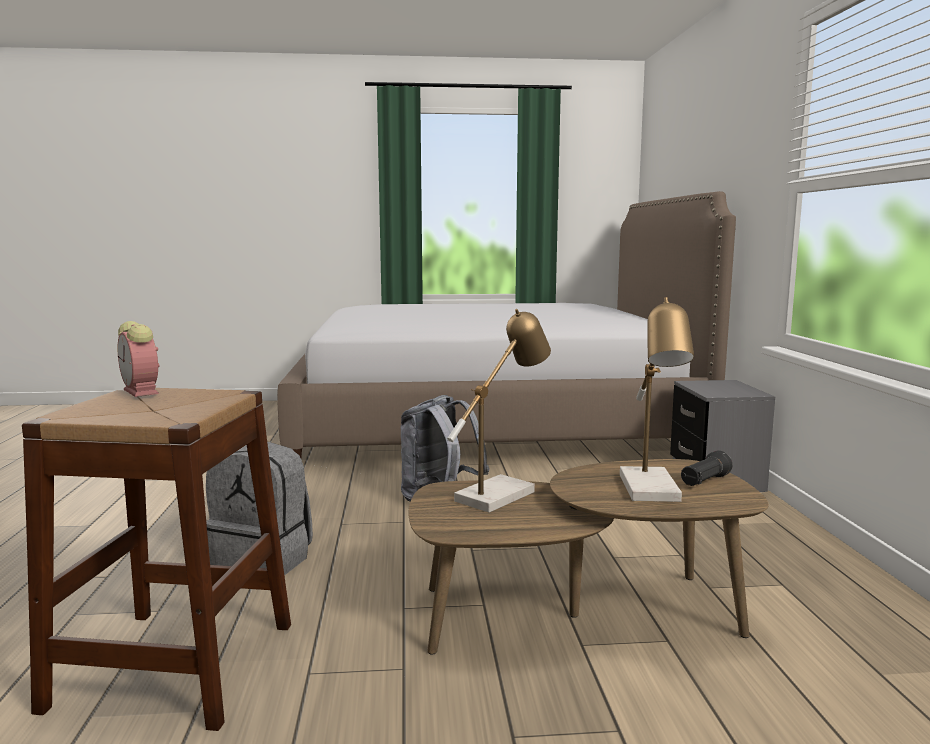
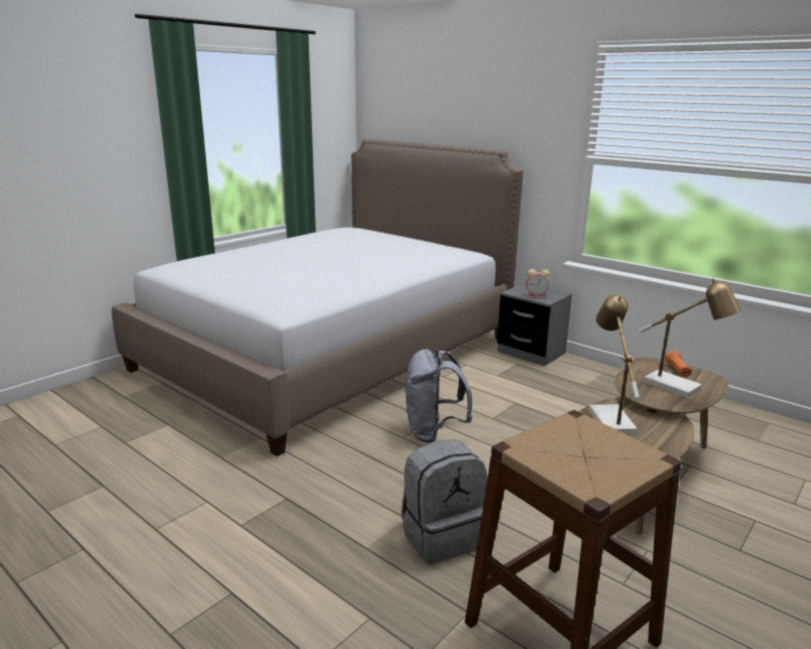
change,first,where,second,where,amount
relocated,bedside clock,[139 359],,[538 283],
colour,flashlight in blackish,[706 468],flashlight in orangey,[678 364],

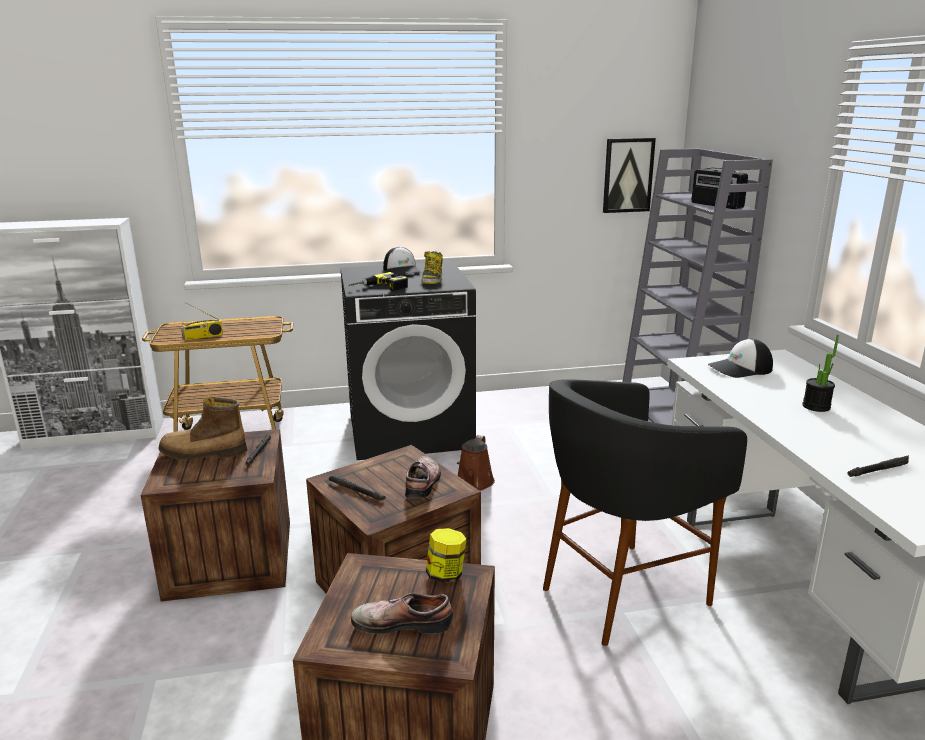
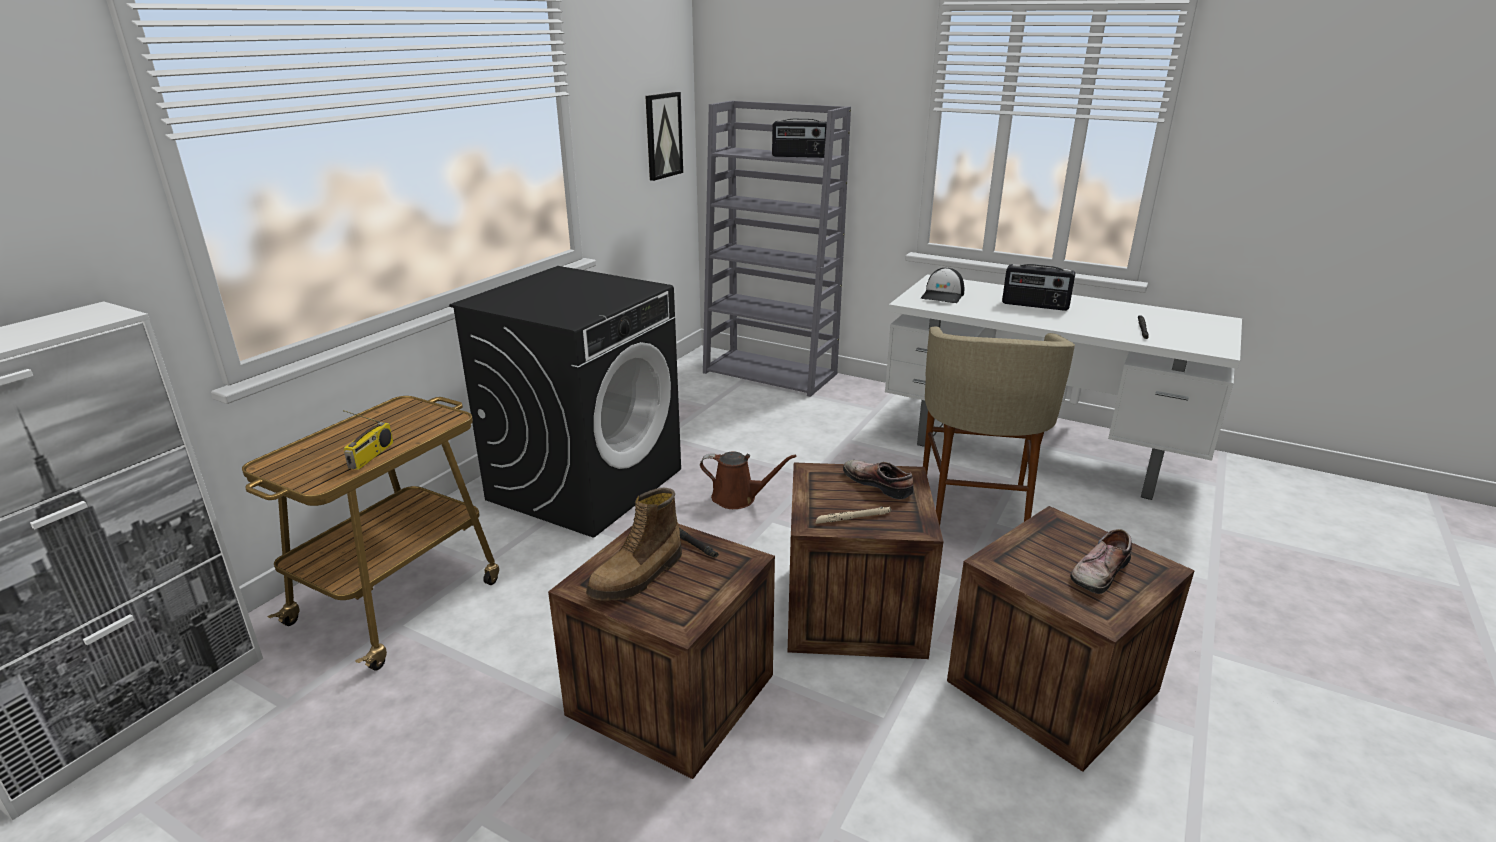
change,first,where,second,where,amount
spun,watering pot in brown,[476 463],,[748 480],45 degrees counterclockwise
colour,flashlight in blackish,[357 488],flashlight in sand-coloured,[853 515],
colour,stool seat in blackish,[645 512],stool seat in sand-coloured,[999 426],
exchanged,potted plant,[820 373],radio receiver,[1038 287],
missing,electric drill,[378 281],,,
missing,peaked cap,[402 261],,,
missing,boot,[432 267],,,
missing,jar,[446 555],,,

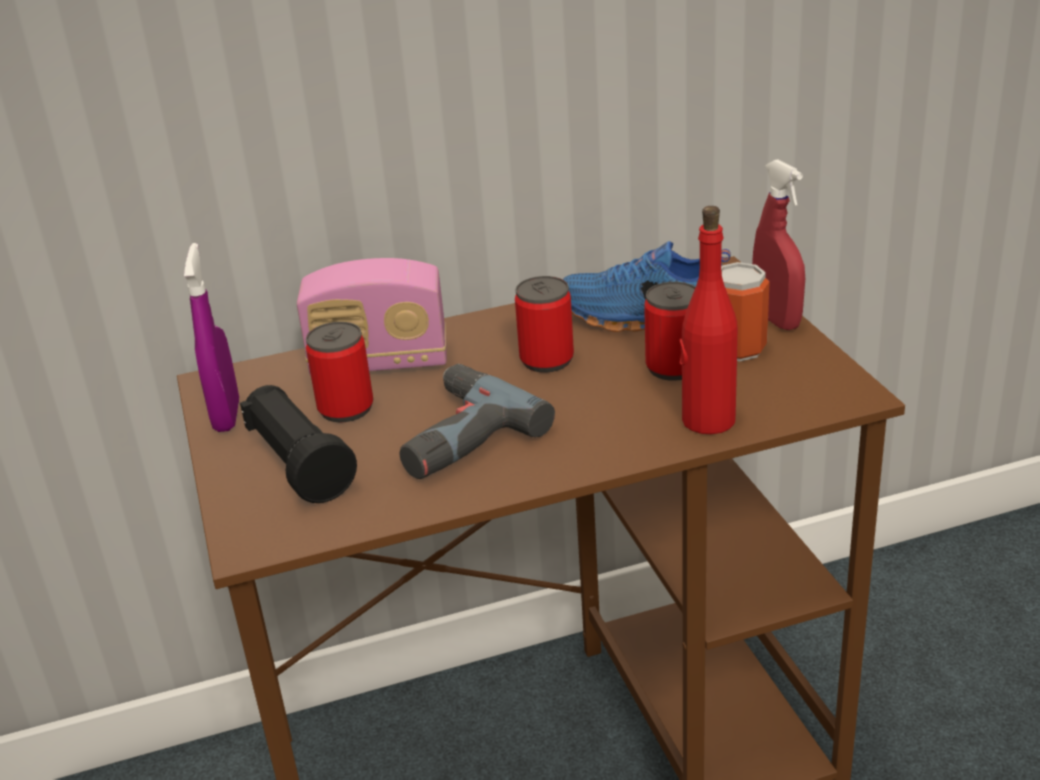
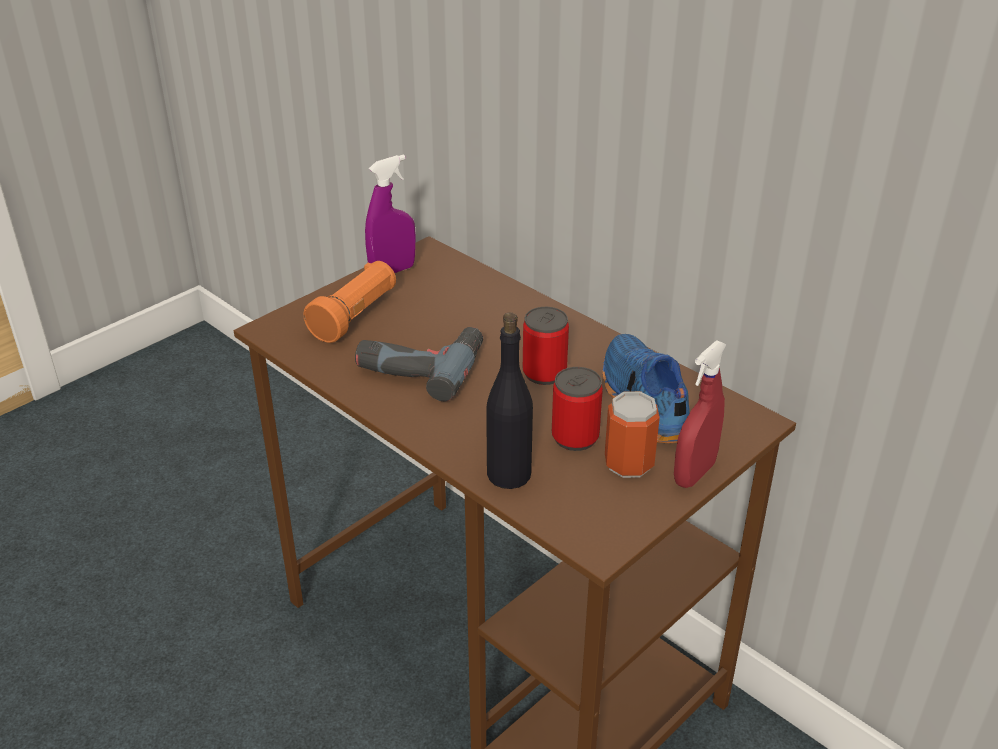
change,first,where,second,where,amount
colour,flashlight in blackish,[298 444],flashlight in orangey,[350 302],
colour,bottle in red-coloured,[709 320],bottle in blackish,[509 400],
missing,radio receiver,[372 317],,,
missing,can,[339 372],,,

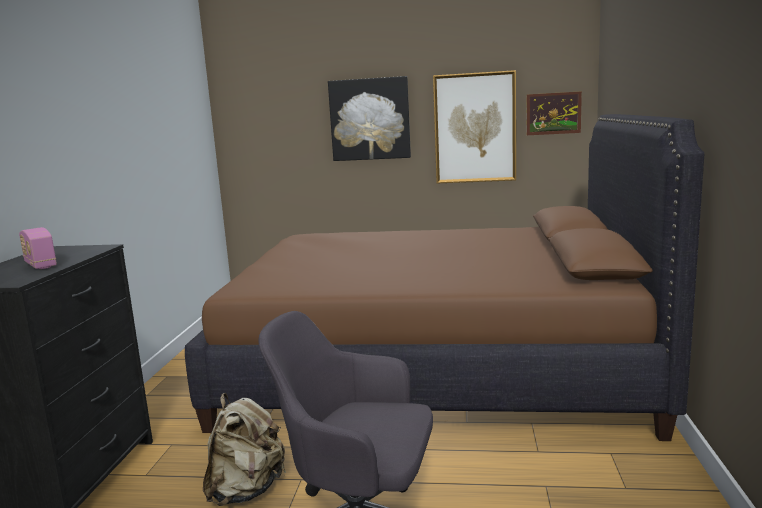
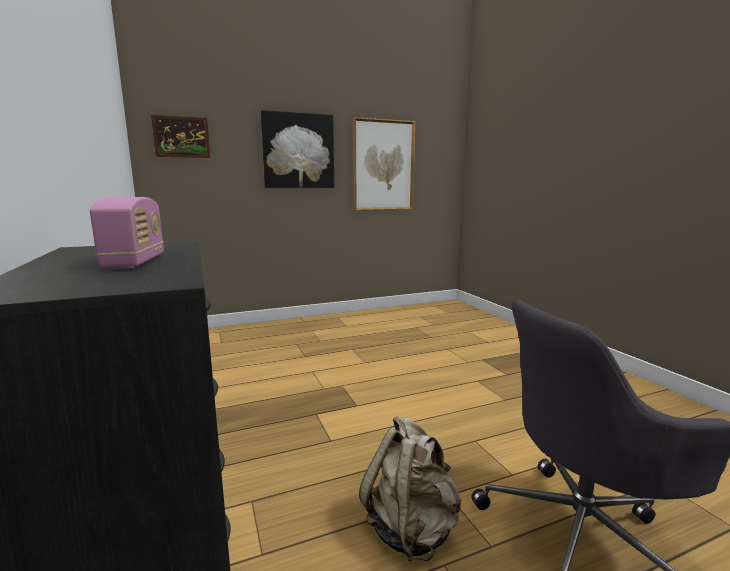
change,first,where,second,where,amount
spun,radio receiver,[38 248],,[127 233],120 degrees counterclockwise
relocated,wall art,[554 113],,[180 136],
missing,bedroom bed in brown,[444 277],,,

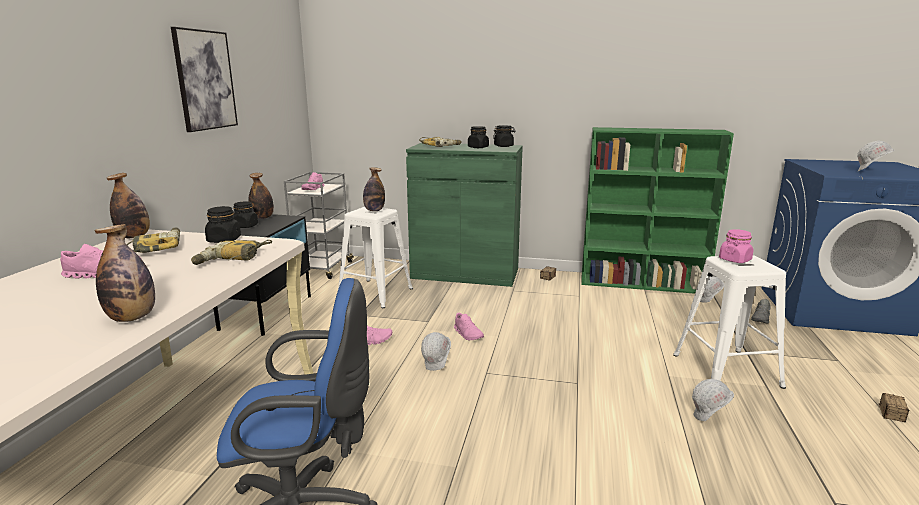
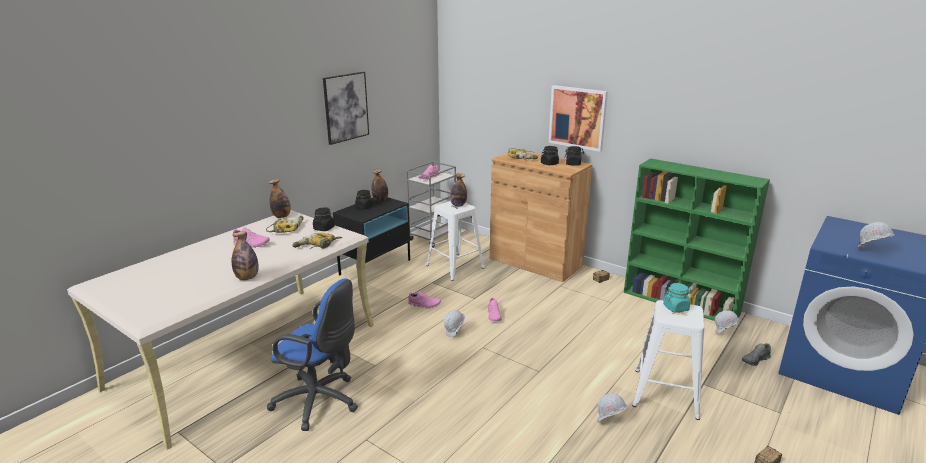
change,first,where,second,where,amount
colour,cabinet in green,[464 215],cabinet in brown,[541 217],
appeared,,,wall art,[578 118],
colour,jar in pinkish,[736 246],jar in turquoise,[677 297],

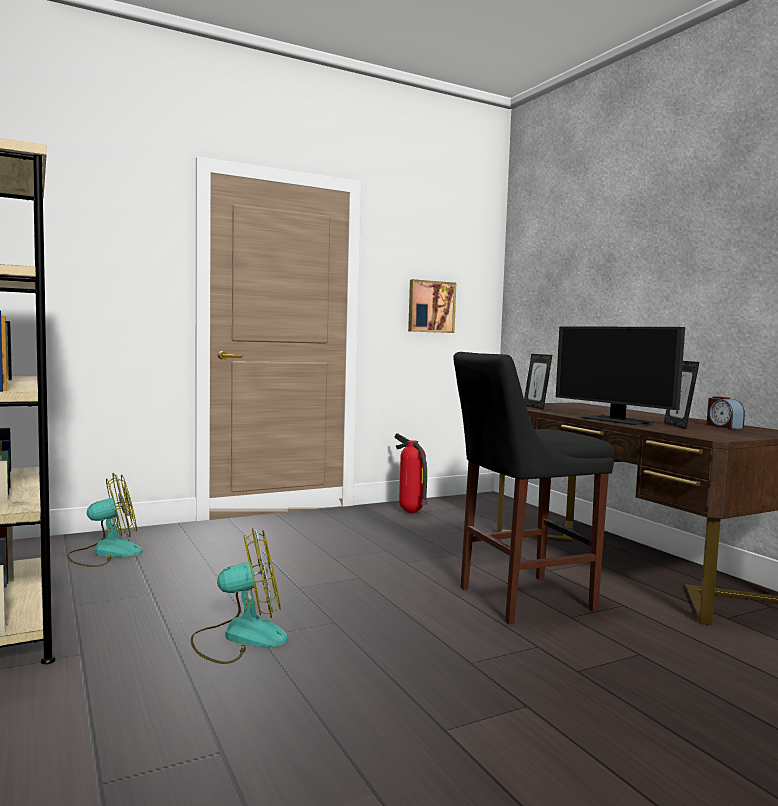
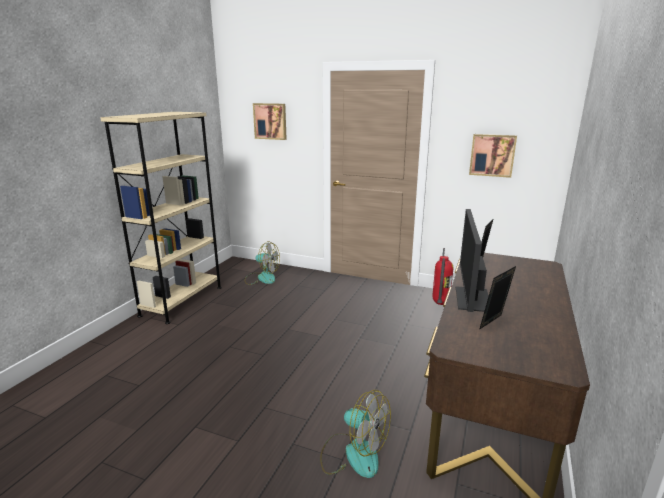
change,first,where,second,where,amount
appeared,,,wall art,[270 121],
relocated,fan,[239 596],,[355 434],
missing,stool seat in blackish,[533 488],,,
missing,bedside clock,[726 412],,,

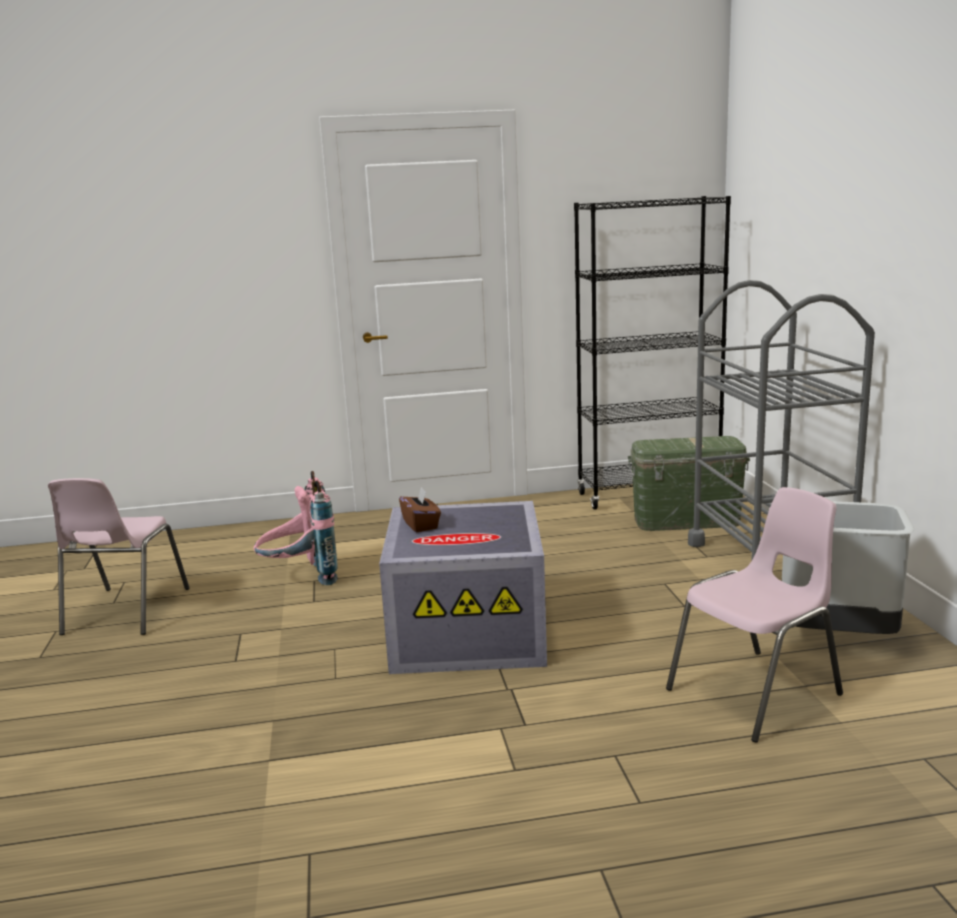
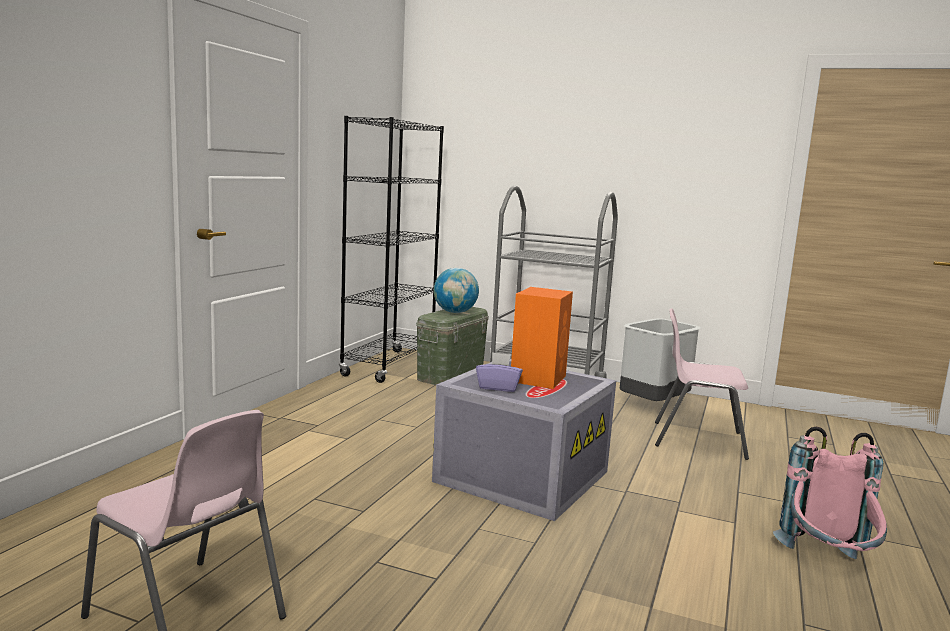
change,first,where,second,where,amount
appeared,,,world globe,[456 290],
colour,tissue box in brown,[420 509],tissue box in purplish,[499 372],
appeared,,,audio speaker in orangey,[542 338],
spun,plain chair in pinkish,[754 615],,[702 384],75 degrees counterclockwise
relocated,knapsack in pinkish,[295 528],,[830 492],

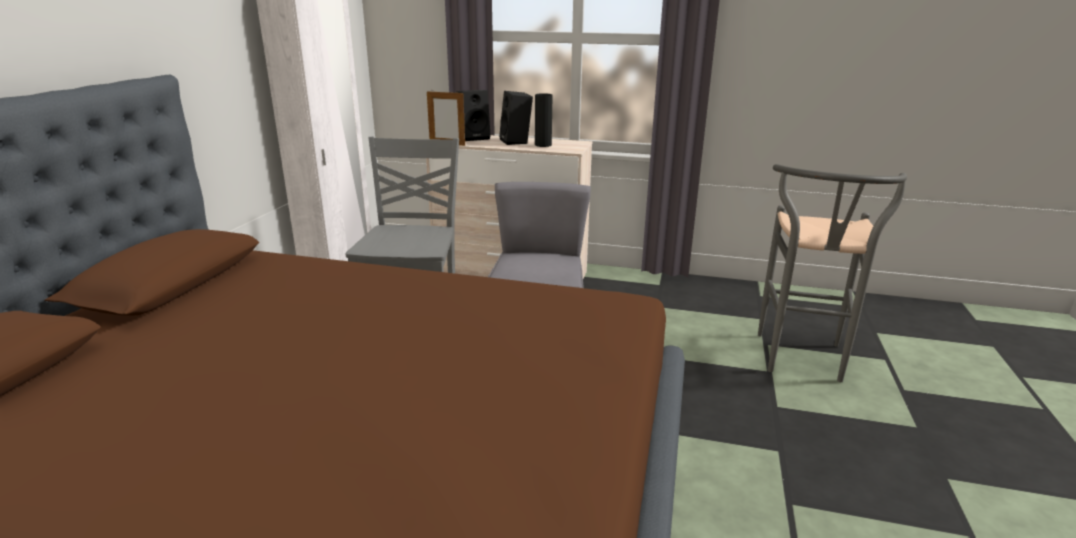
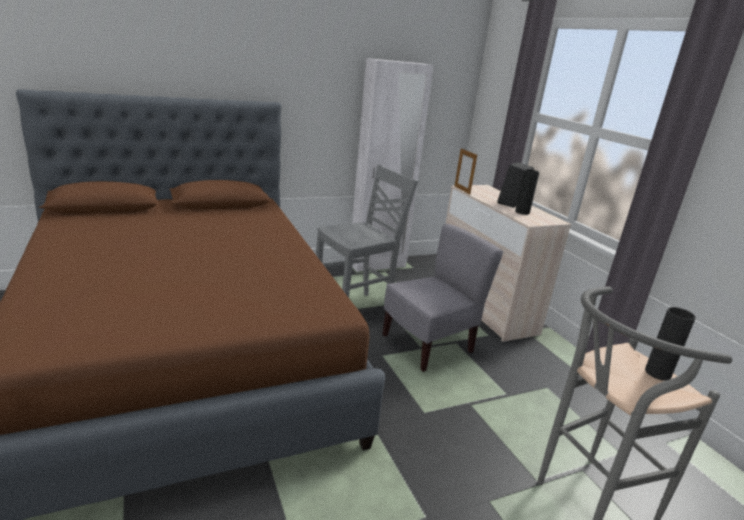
change,first,where,second,where,amount
appeared,,,decorative vase in blackish,[670 344],
missing,audio speaker in blackish,[473 115],,,

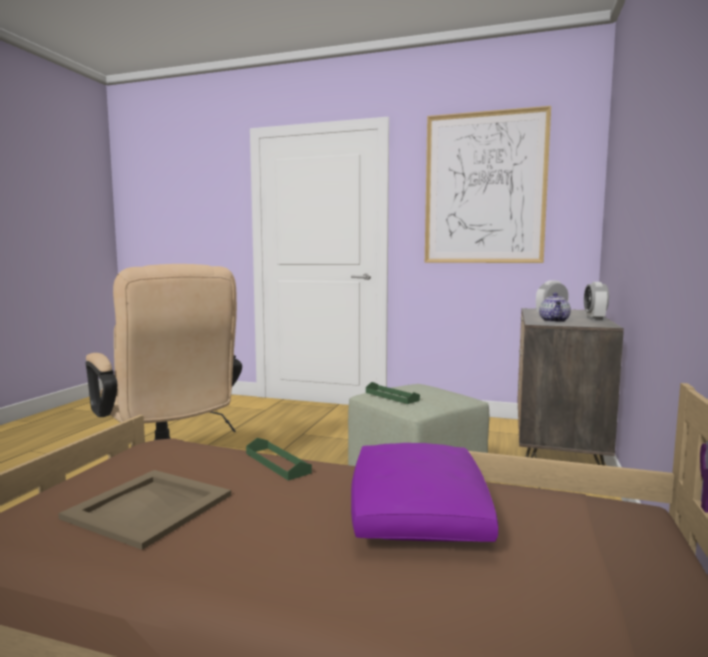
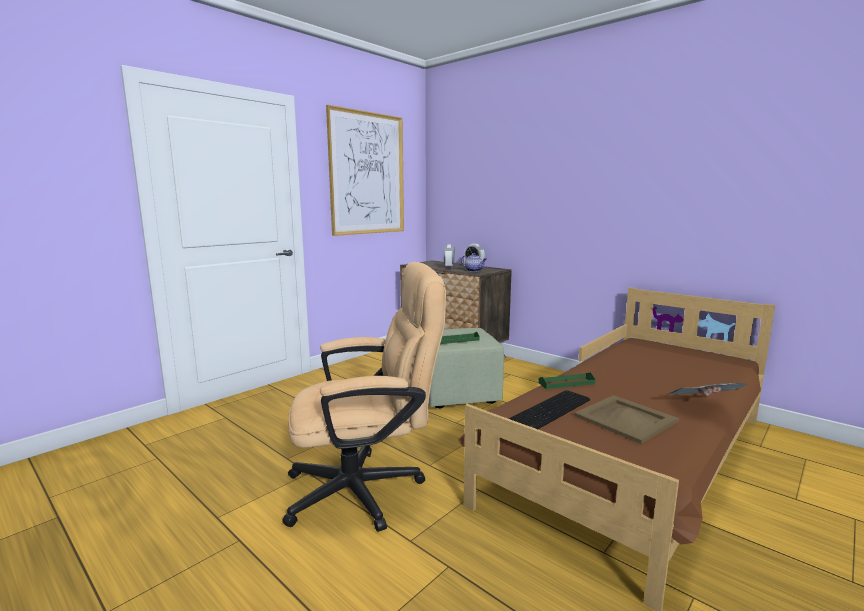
change,first,where,second,where,amount
appeared,,,keyboard,[549 409],
appeared,,,newspaper,[708 389],
missing,pillow in purplish,[424 492],,,

